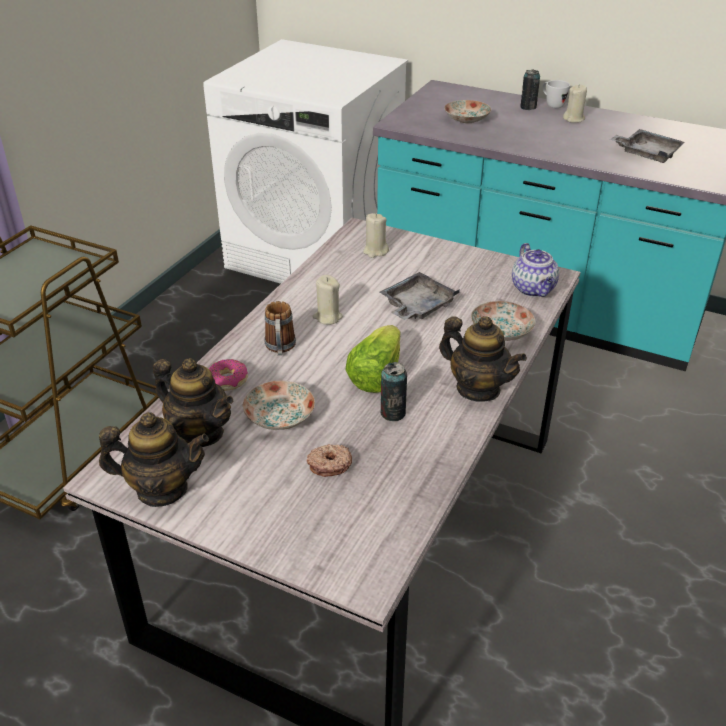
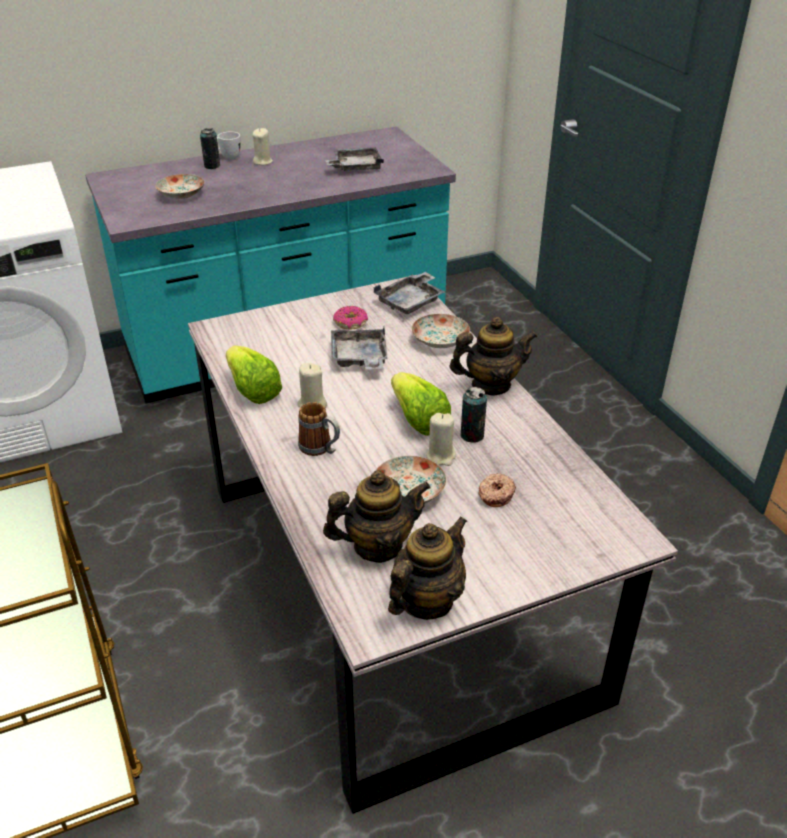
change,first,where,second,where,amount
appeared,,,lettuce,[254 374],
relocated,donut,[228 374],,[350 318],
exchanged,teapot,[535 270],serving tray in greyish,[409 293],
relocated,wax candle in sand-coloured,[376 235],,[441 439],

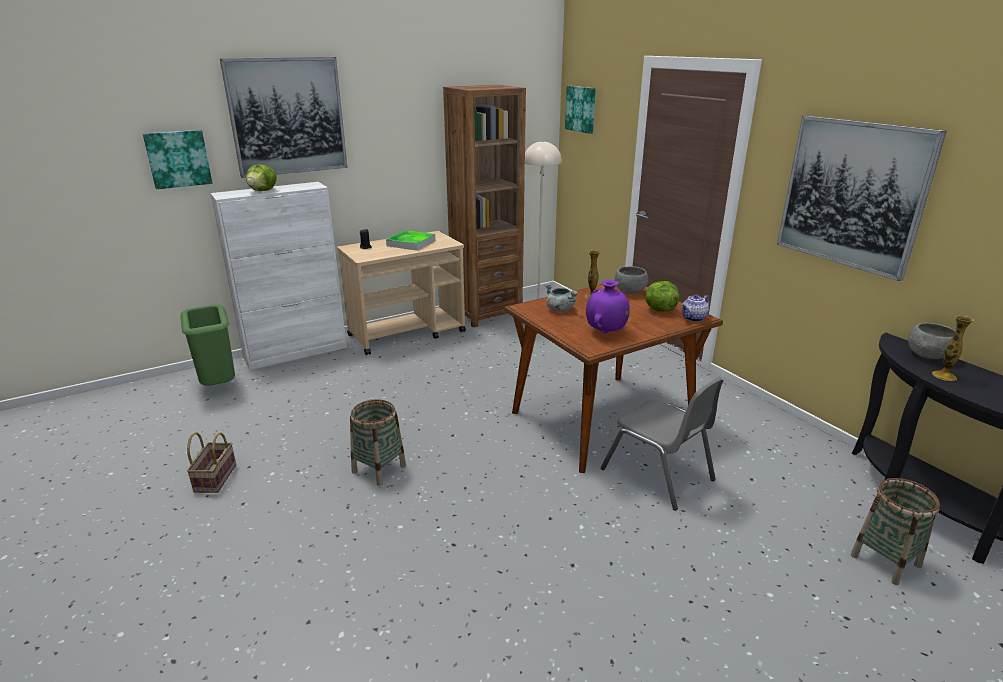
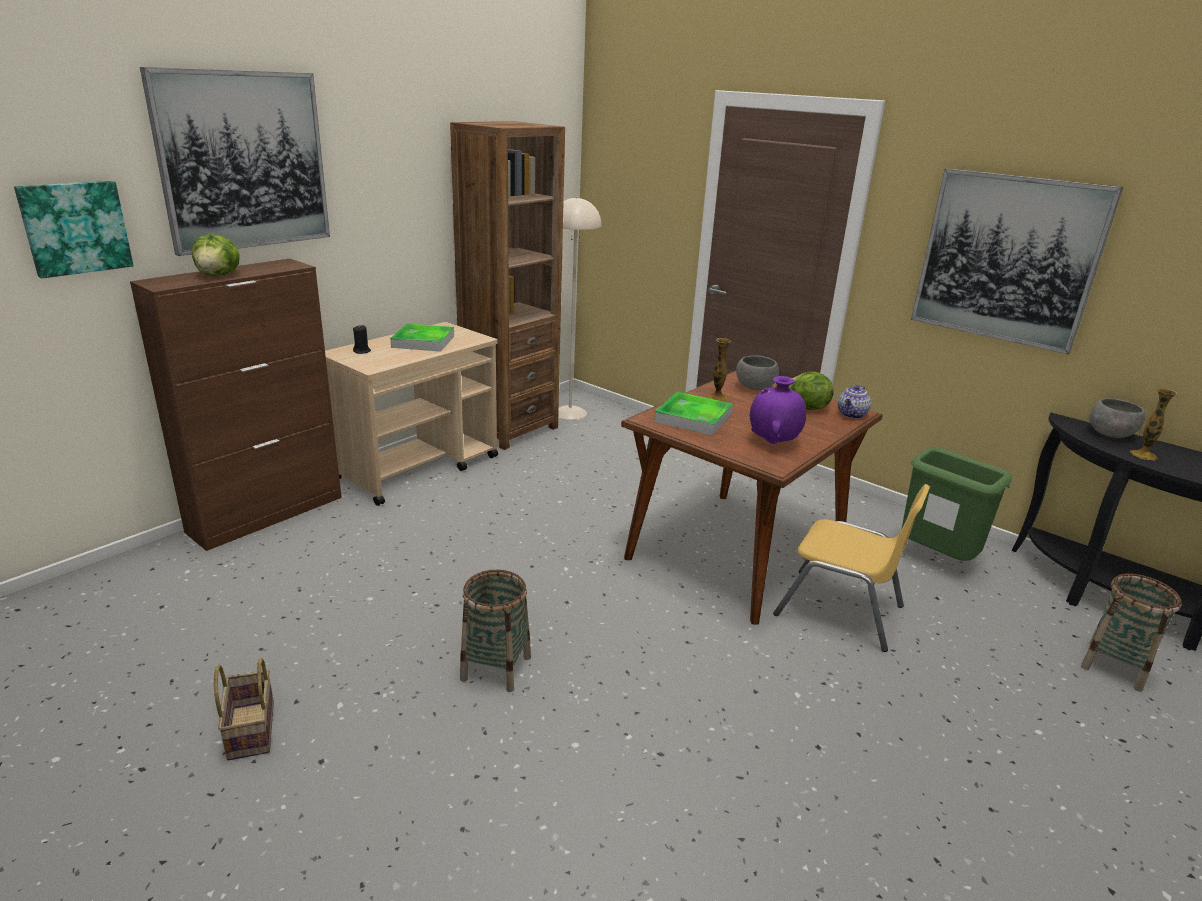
change,first,where,second,where,amount
colour,cabinet in white-coloured,[278 276],cabinet in brown,[236 405],
exchanged,cooking pot in greyish,[561 297],serving tray,[693 414],
colour,plain chair in greyish,[662 444],plain chair in yellowish,[851 568],
relocated,rubbish bin in green,[207 345],,[956 504],
missing,wall art,[580 110],,,

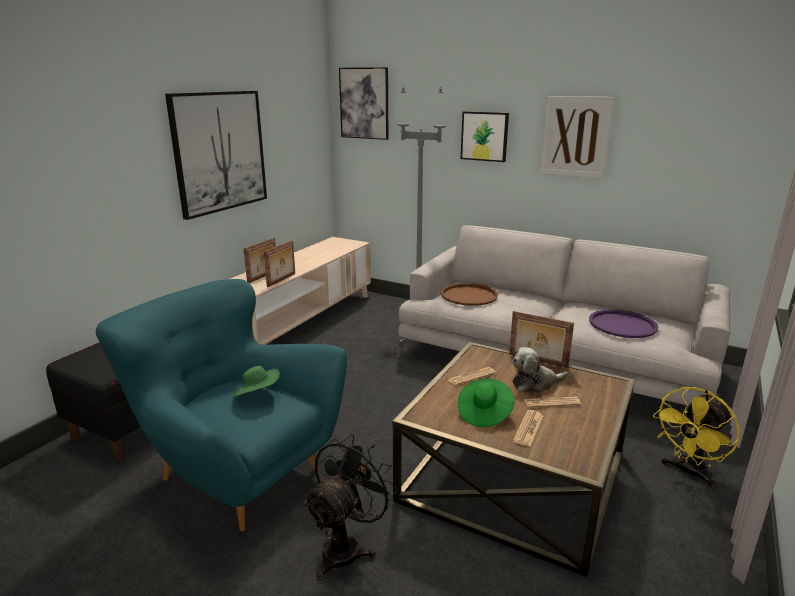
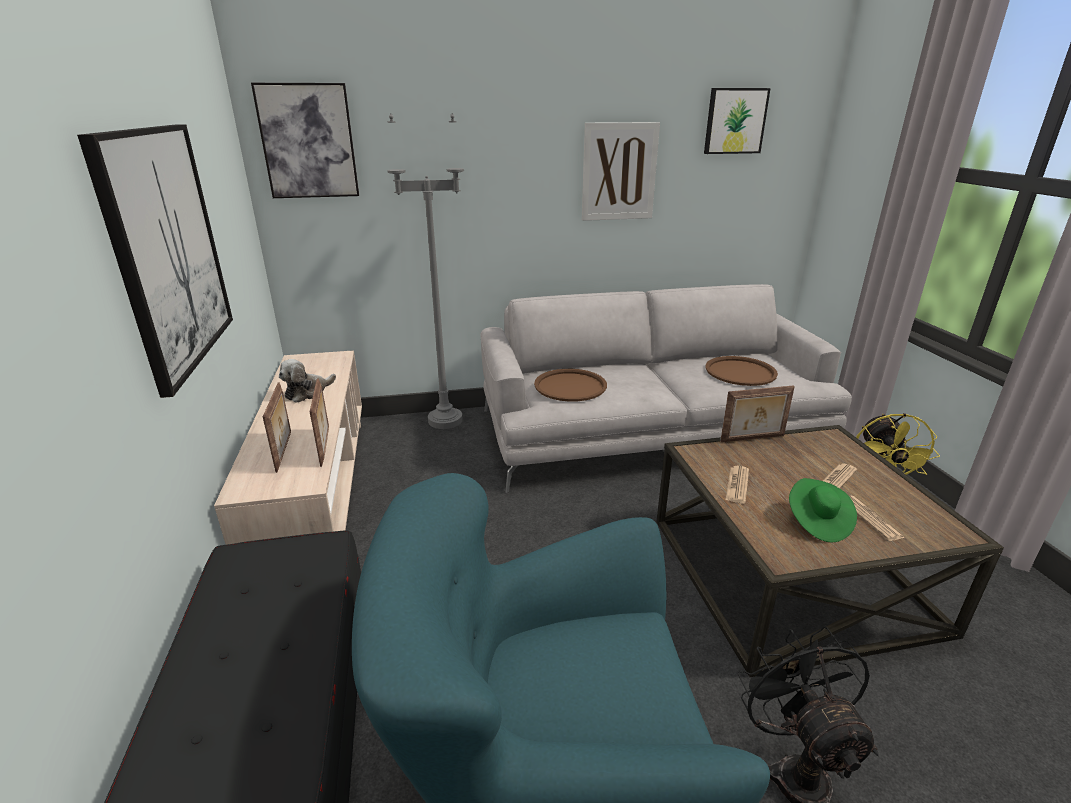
change,first,where,second,where,amount
relocated,cuddly toy,[540 370],,[307 381],
relocated,wall art,[485 136],,[737 121],
colour,serving tray in purplish,[624 323],serving tray in brown,[742 371],
missing,clothing hat in green,[256 381],,,

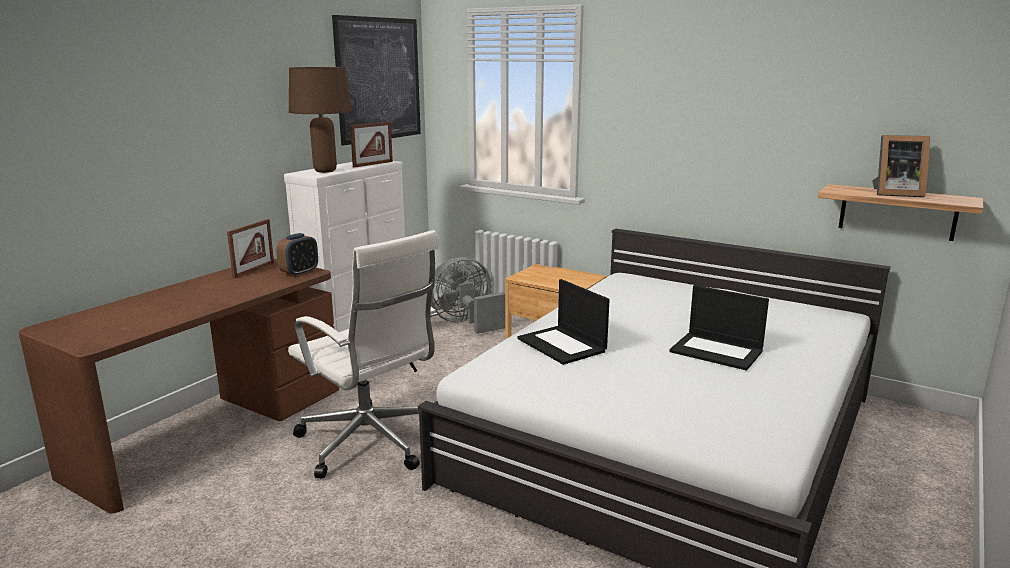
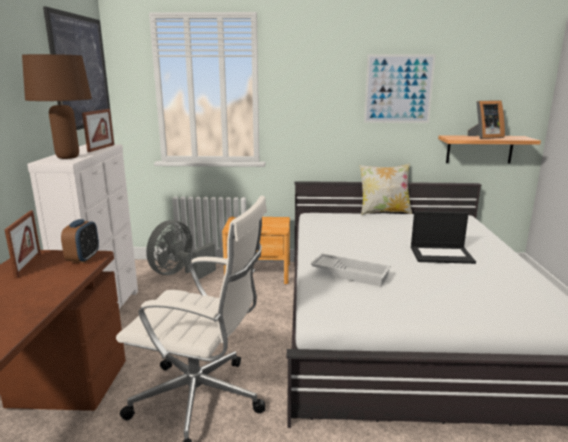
change,first,where,second,where,amount
exchanged,notebook computer,[563 322],serving tray in white-coloured,[350 270],
appeared,,,pillow,[385 189],
appeared,,,wall art,[400 88],

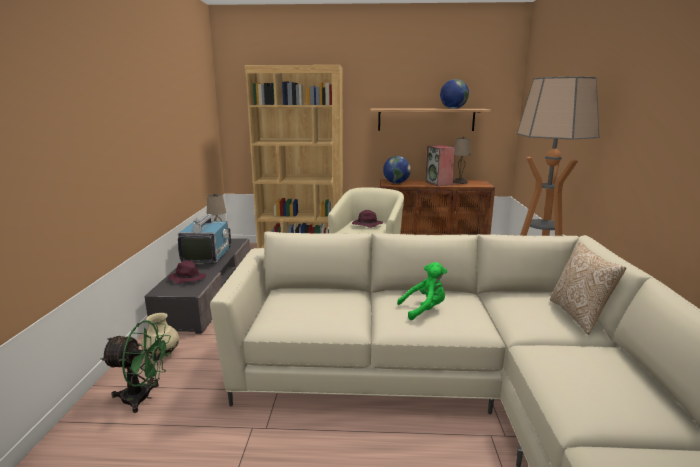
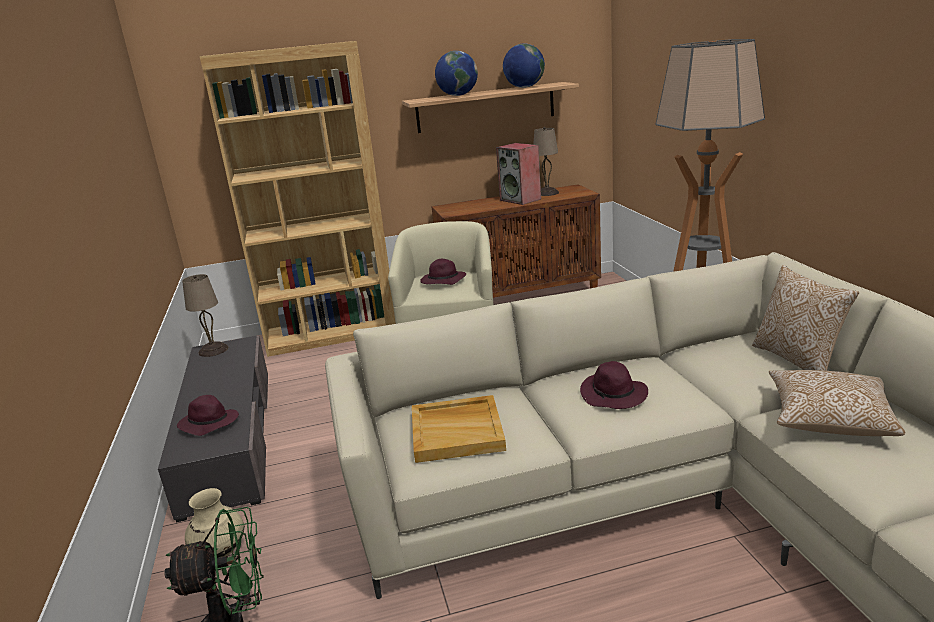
change,first,where,second,where,amount
appeared,,,serving tray in sand-coloured,[459 429],
relocated,world globe,[397 170],,[456 73],
exchanged,cuddly toy in green,[422 291],clothing hat in purplish,[614 385],
appeared,,,pillow,[837 403],
missing,television,[204 239],,,

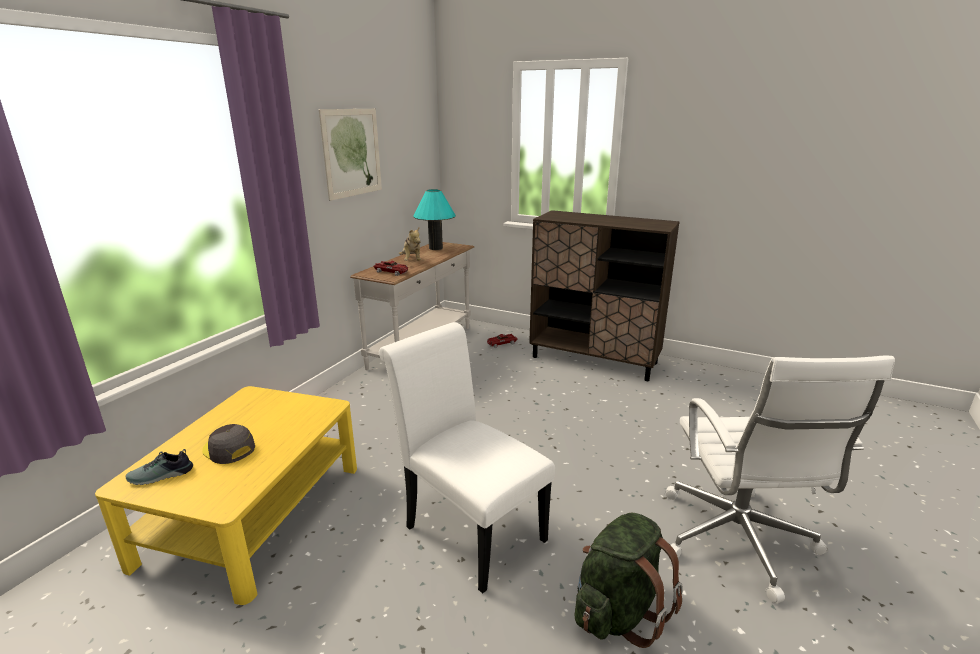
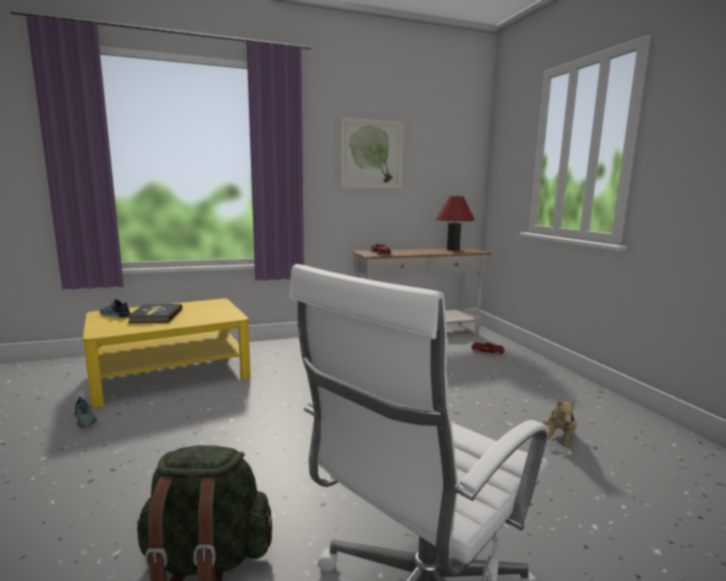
change,first,where,second,where,amount
appeared,,,shoe,[86 412],
exchanged,peaked cap in greyish,[228 444],bound book,[154 313],
colour,tabletop lamp in turquoise,[434 219],tabletop lamp in red-coloured,[455 223],
relocated,cuddly toy,[410 244],,[560 423],
missing,plain chair in white-coloured,[467 457],,,
missing,cabinet in brown,[604 295],,,

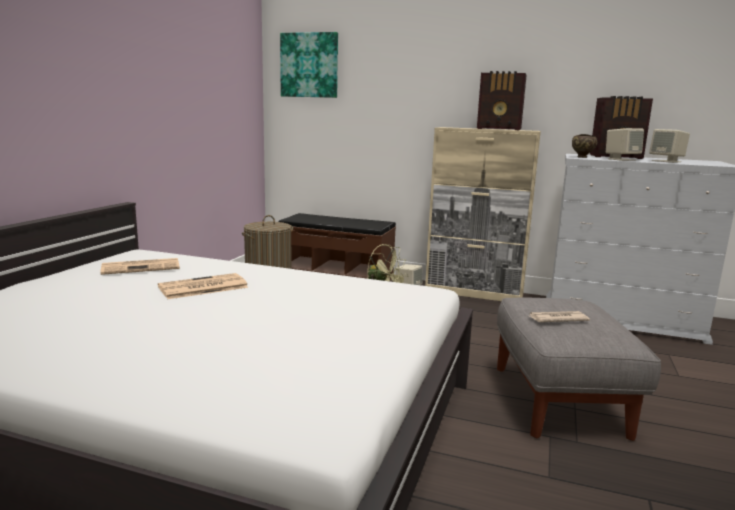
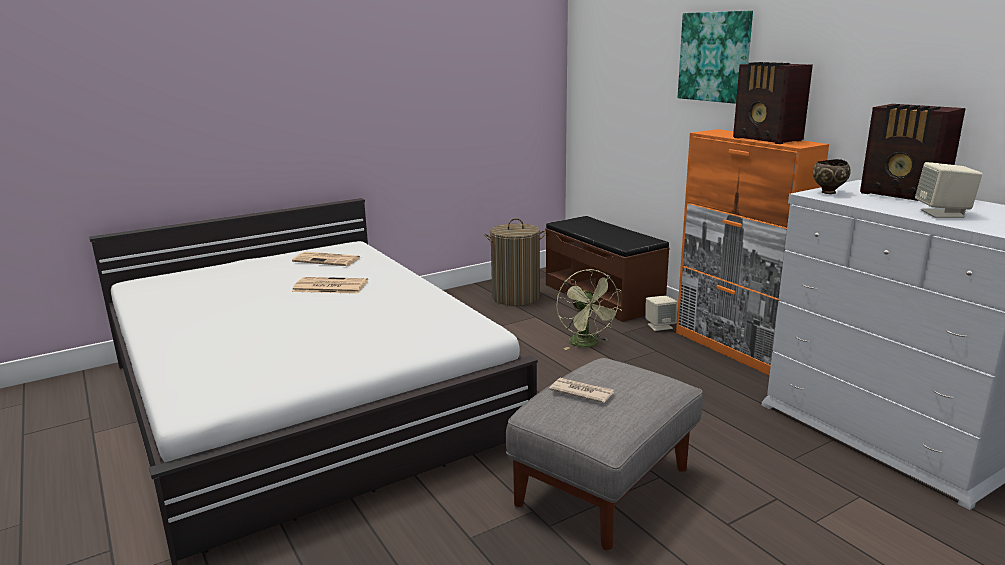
change,first,where,second,where,amount
colour,cabinet in sand-coloured,[483 214],cabinet in orangey,[752 252],
relocated,wall art,[309 65],,[715 57],
missing,audio speaker in sand-coloured,[625 144],,,

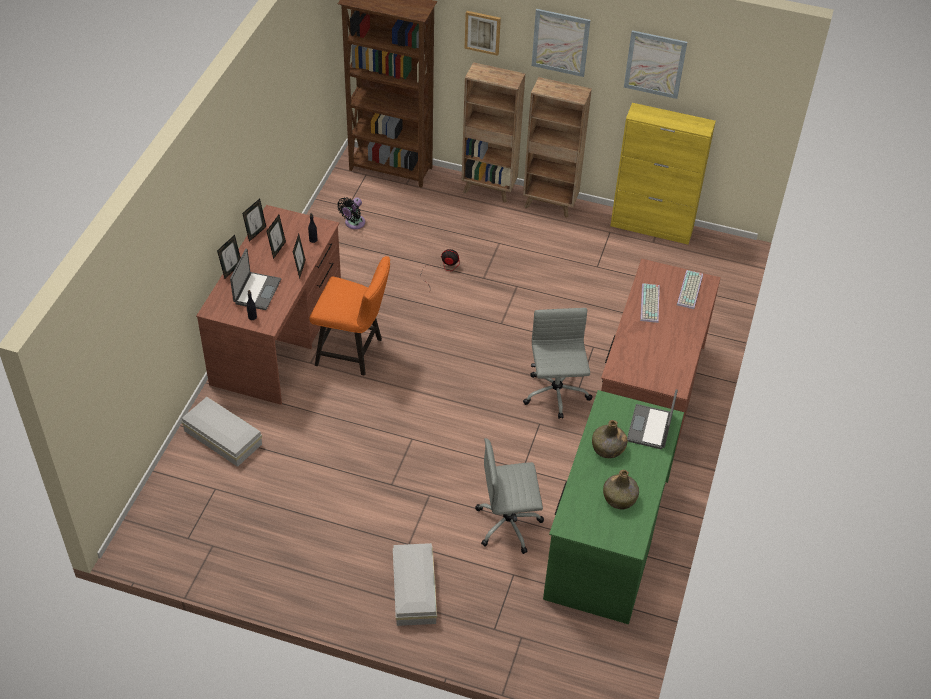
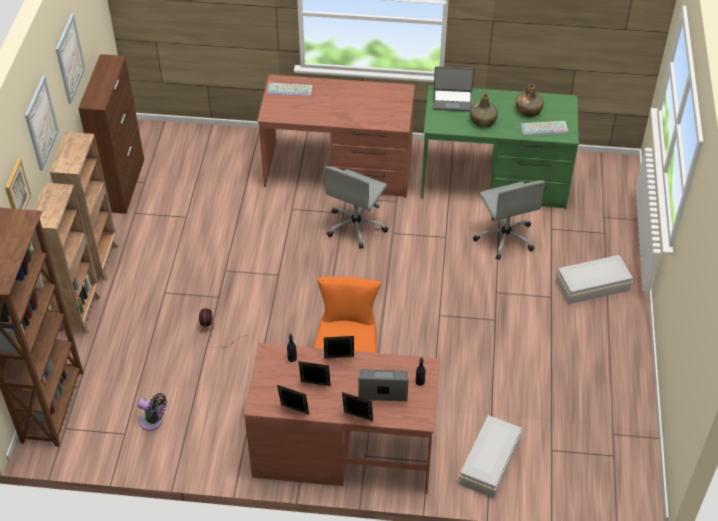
change,first,where,second,where,amount
colour,cabinet in yellowish,[663 174],cabinet in brown,[111 134],
spun,computer chair in greyish,[558 363],,[356 207],45 degrees counterclockwise
relocated,keyboard,[650 303],,[544 128],

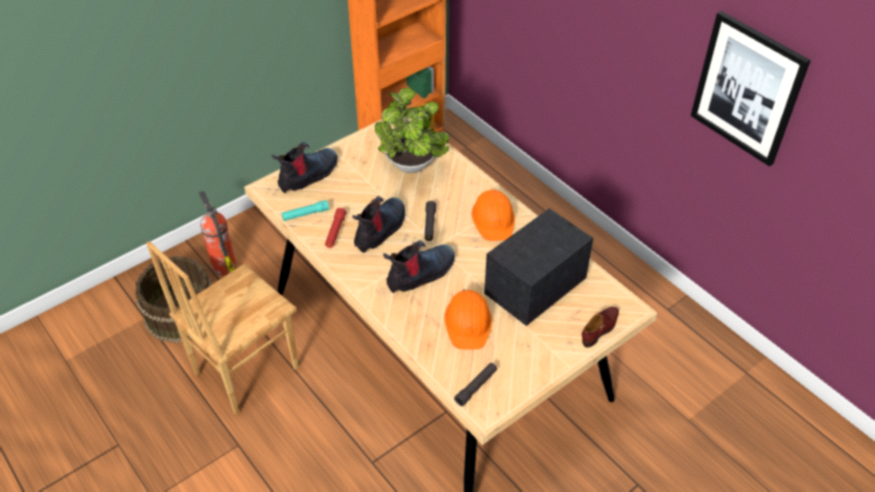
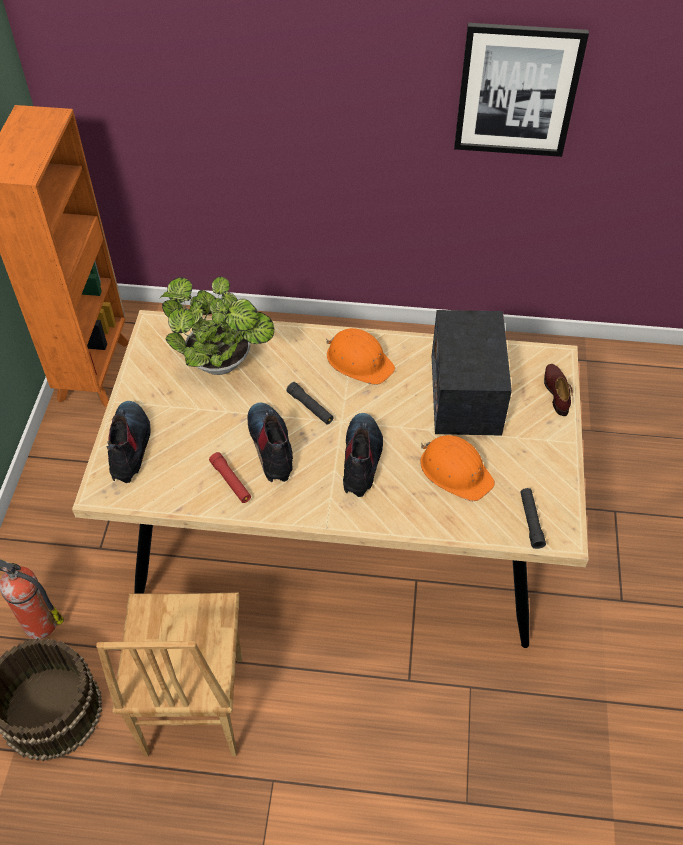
change,first,where,second,where,amount
missing,flashlight in turquoise,[305 210],,,

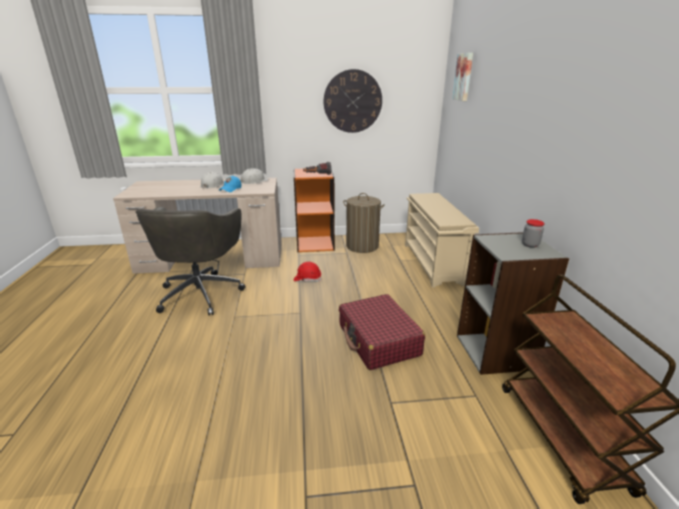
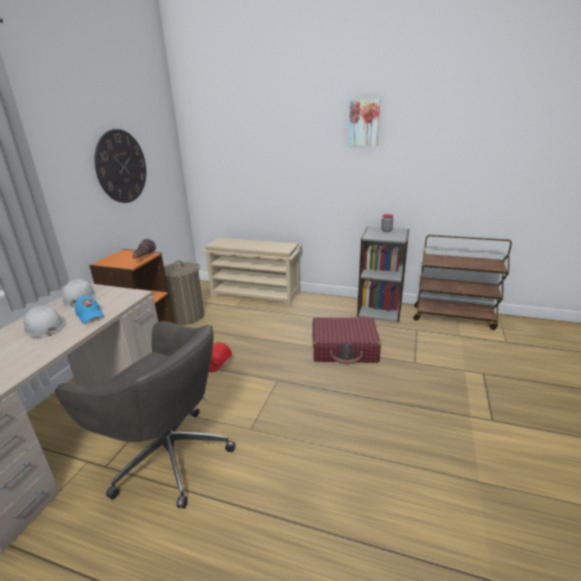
change,first,where,second,where,amount
relocated,wall art,[462 77],,[364 122],

